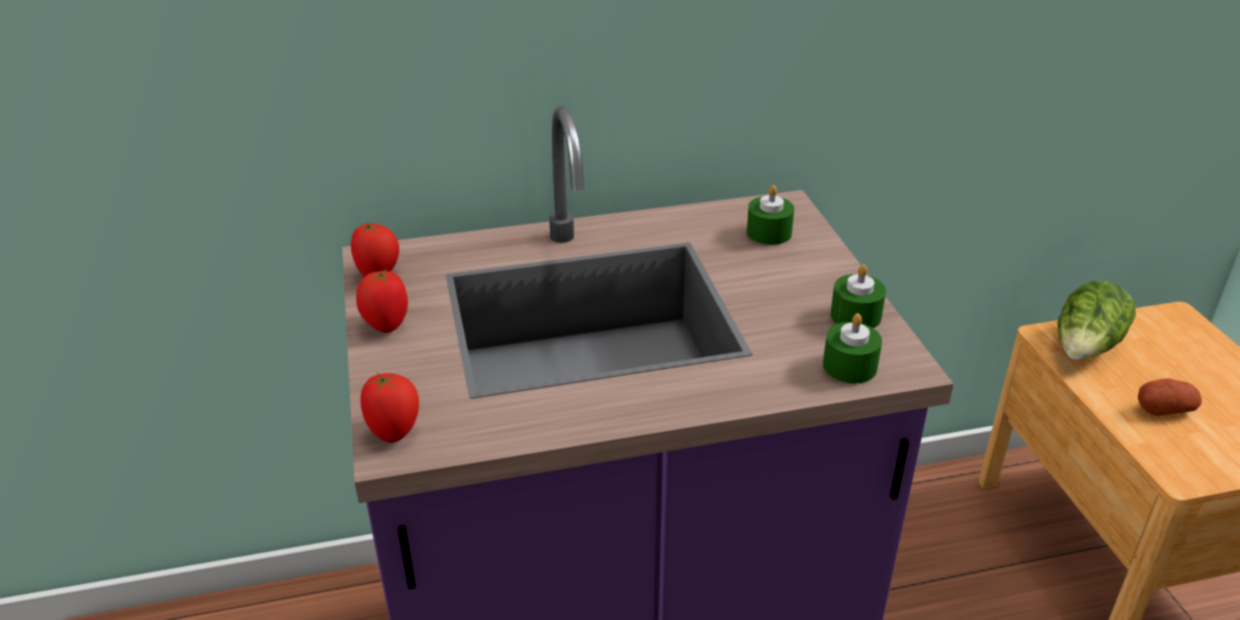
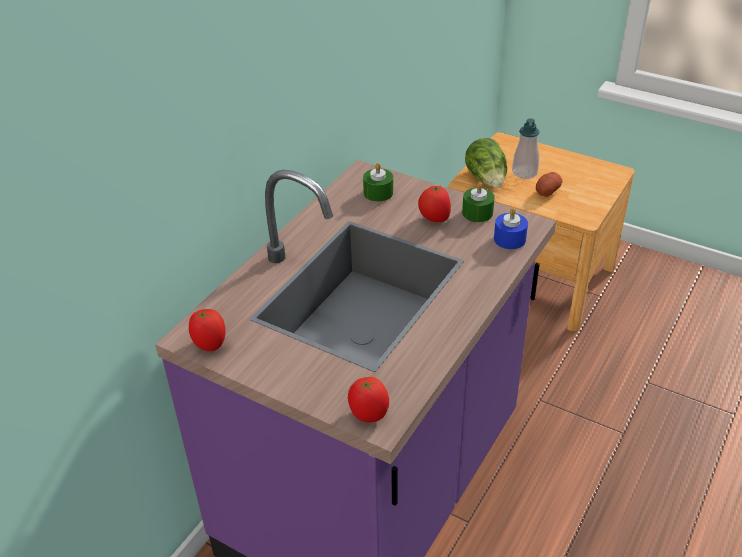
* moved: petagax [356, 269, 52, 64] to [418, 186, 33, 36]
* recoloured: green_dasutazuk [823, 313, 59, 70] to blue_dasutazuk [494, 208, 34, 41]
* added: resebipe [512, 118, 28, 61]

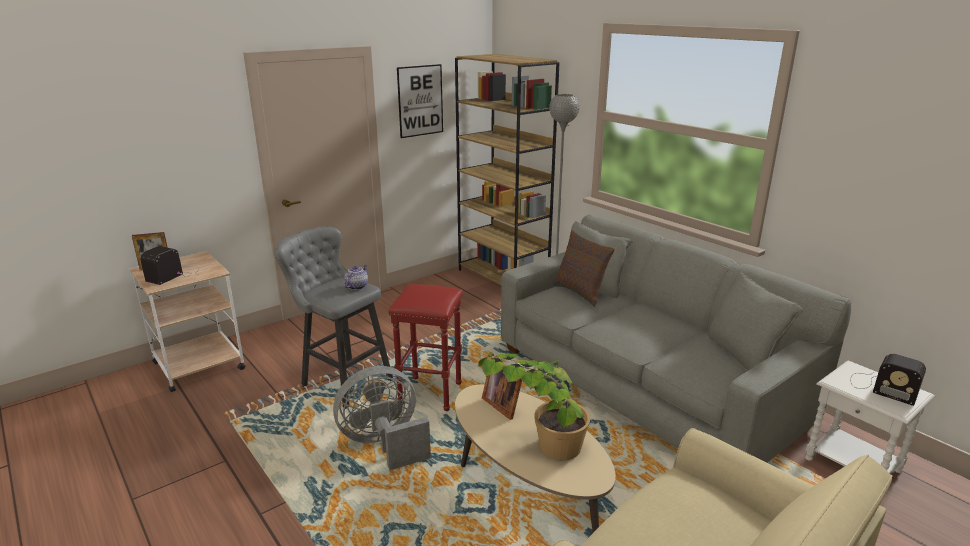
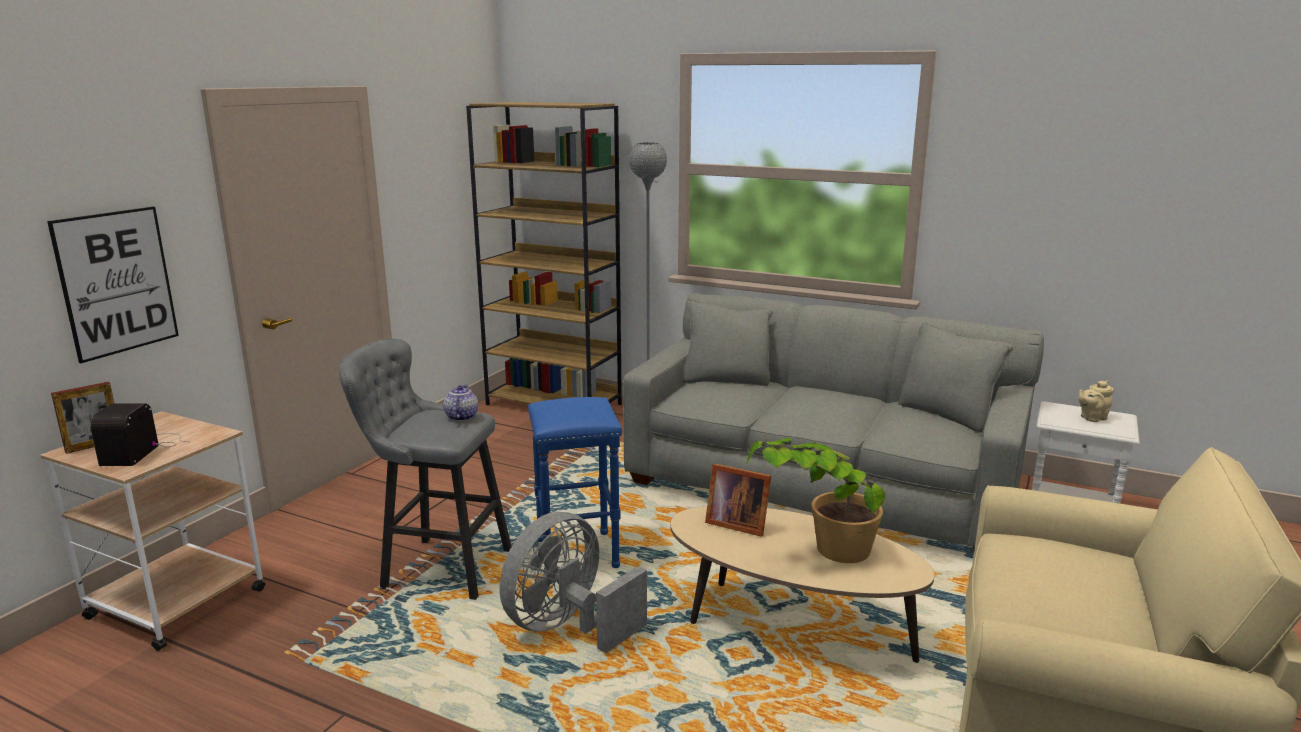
* moved: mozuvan [397, 64, 46, 74] to [47, 206, 132, 157]
* recoloured: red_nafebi [388, 284, 75, 127] to blue_nafebi [528, 397, 94, 173]
* replaced: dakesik [850, 354, 76, 52] to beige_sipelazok [1078, 381, 36, 41]
* removed: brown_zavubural [553, 230, 62, 77]

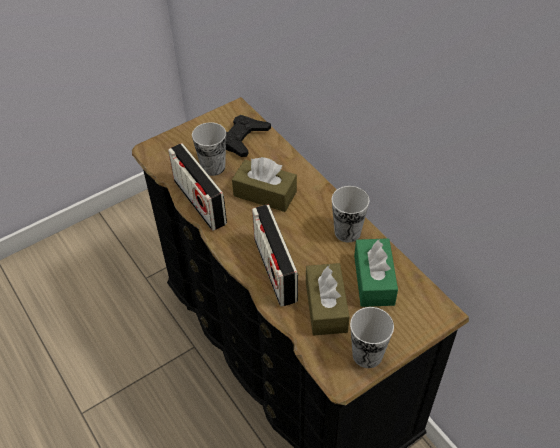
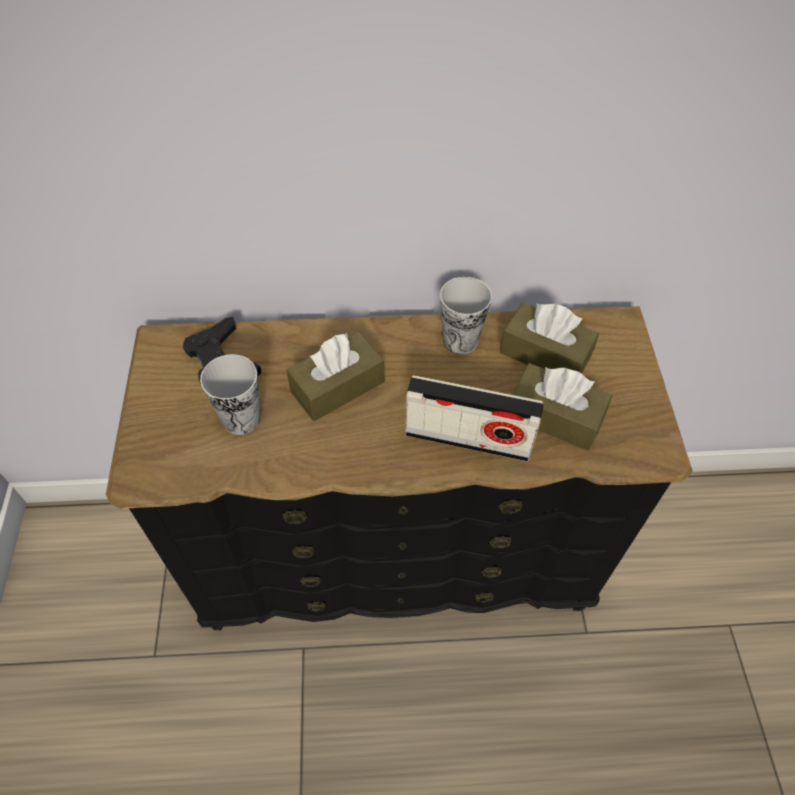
* recoloured: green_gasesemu [354, 238, 44, 69] to brown_gasesemu [500, 302, 99, 72]
* removed: dakesik [168, 143, 59, 88]
* removed: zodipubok [350, 307, 44, 61]

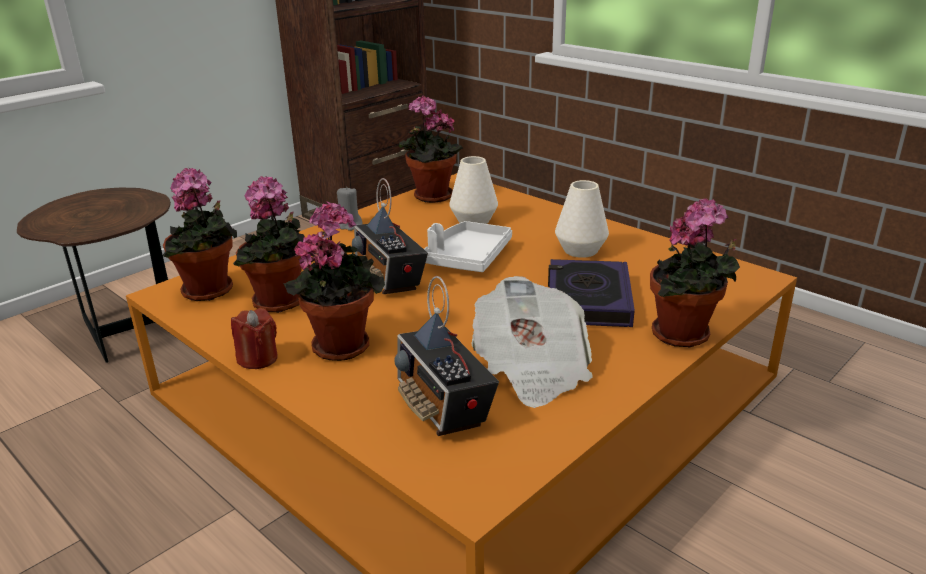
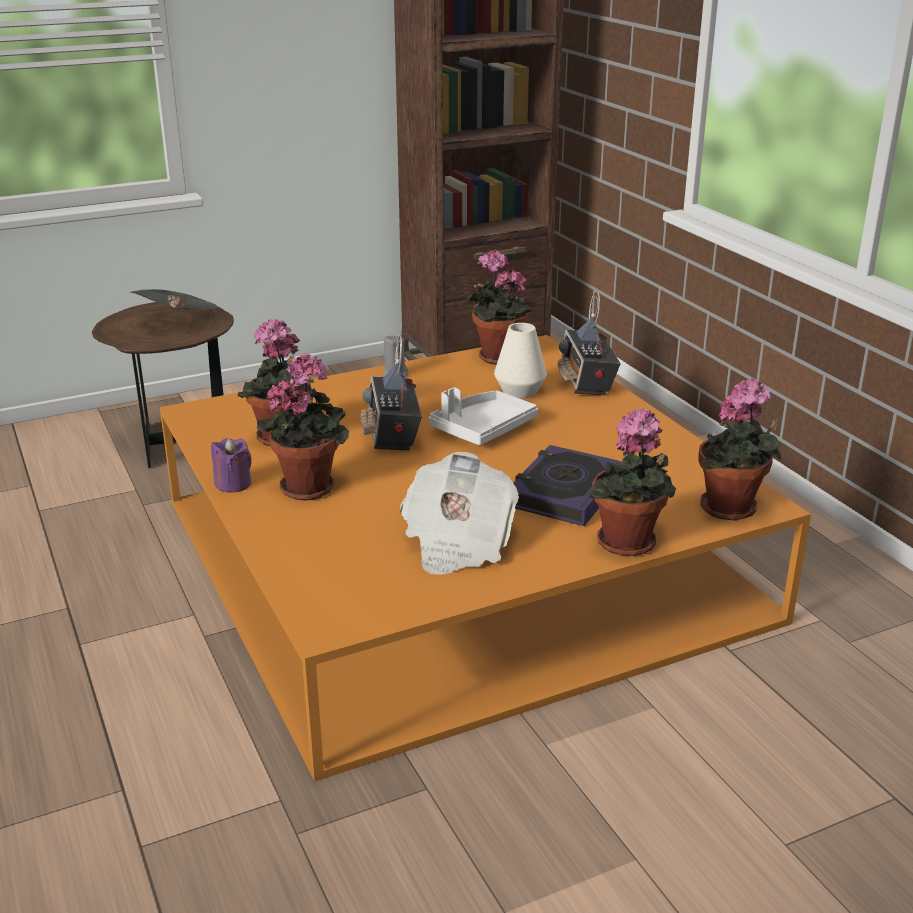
* added: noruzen [130, 289, 89, 20]
* recoloured: red_dasutazuk [231, 308, 47, 61] to purple_dasutazuk [211, 438, 41, 55]
* moved: dakesik [394, 276, 105, 160] to [557, 291, 64, 105]
* moved: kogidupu [163, 168, 74, 133] to [698, 378, 83, 143]
* removed: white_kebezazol [555, 180, 54, 78]

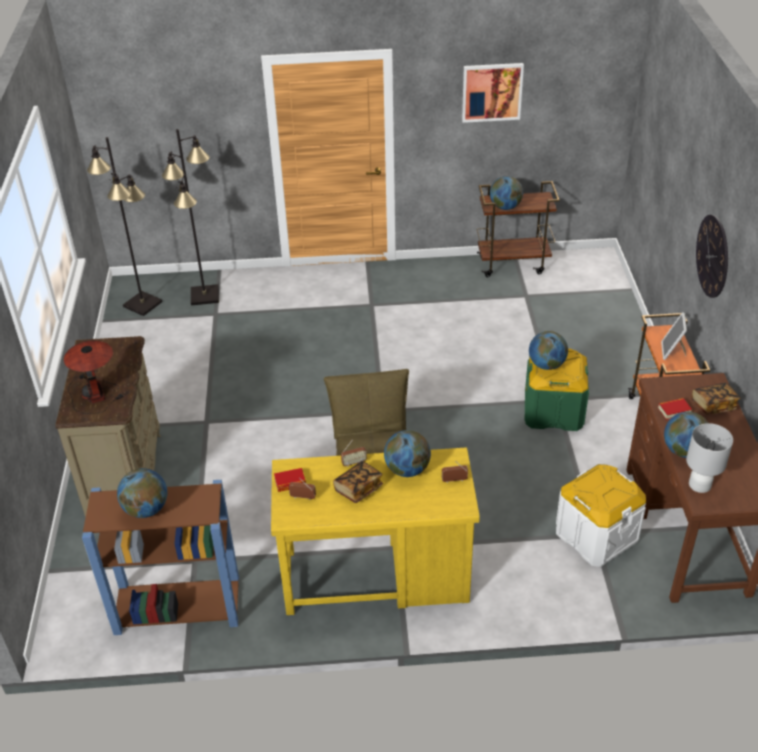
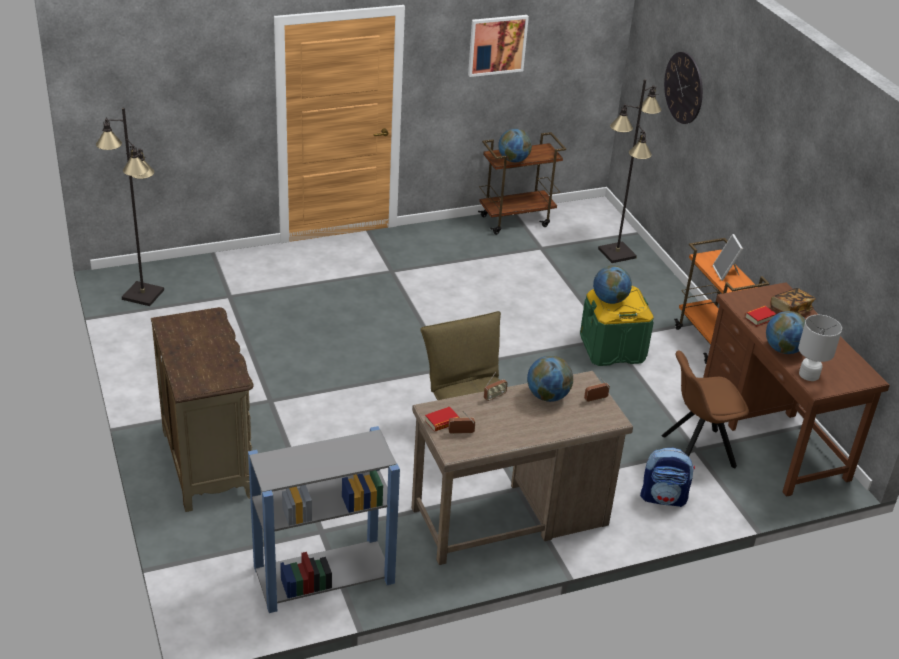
* recoloured: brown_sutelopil [82, 480, 157, 155] to grey_sutelopil [248, 426, 152, 187]
* recoloured: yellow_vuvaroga [271, 447, 209, 168] to brown_vuvaroga [412, 371, 221, 194]
* moved: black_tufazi [162, 129, 57, 176] to [598, 79, 63, 184]
* added: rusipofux [640, 448, 55, 59]
* replaced: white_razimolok [556, 464, 90, 103] to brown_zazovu [662, 350, 87, 118]
* moved: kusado [696, 215, 32, 83] to [664, 52, 39, 72]
* removed: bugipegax [64, 340, 62, 74]
* removed: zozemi [117, 468, 50, 50]
* removed: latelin [333, 461, 50, 42]

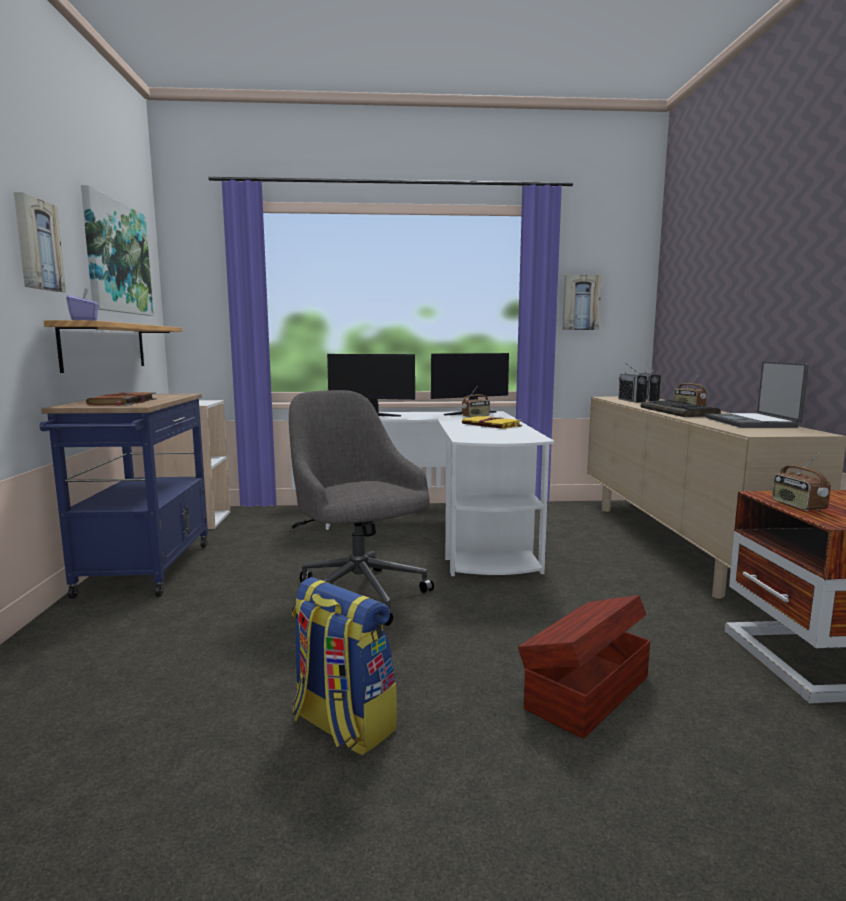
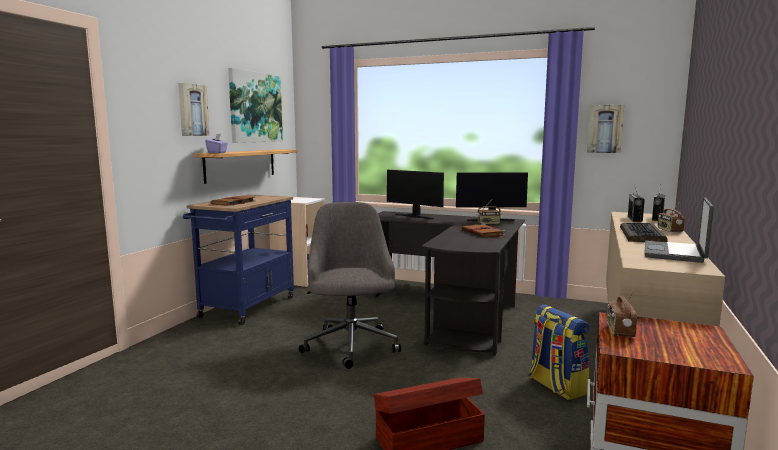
* recoloured: white_vuvaroga [326, 411, 229, 165] to black_vuvaroga [375, 211, 150, 145]
* recoloured: yellow_latelin [462, 416, 60, 13] to brown_latelin [462, 224, 43, 13]
* moved: rusipofux [292, 577, 105, 178] to [529, 304, 60, 96]

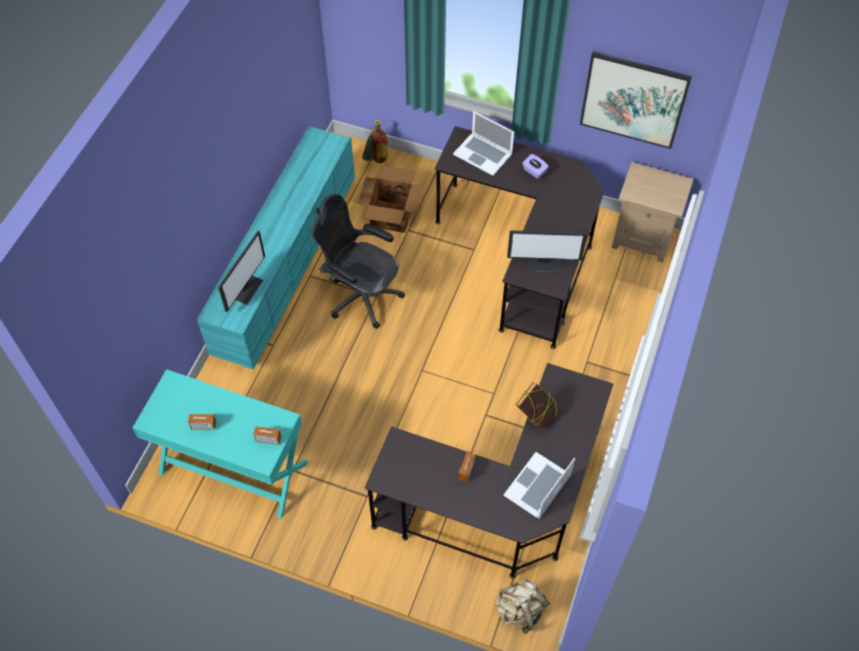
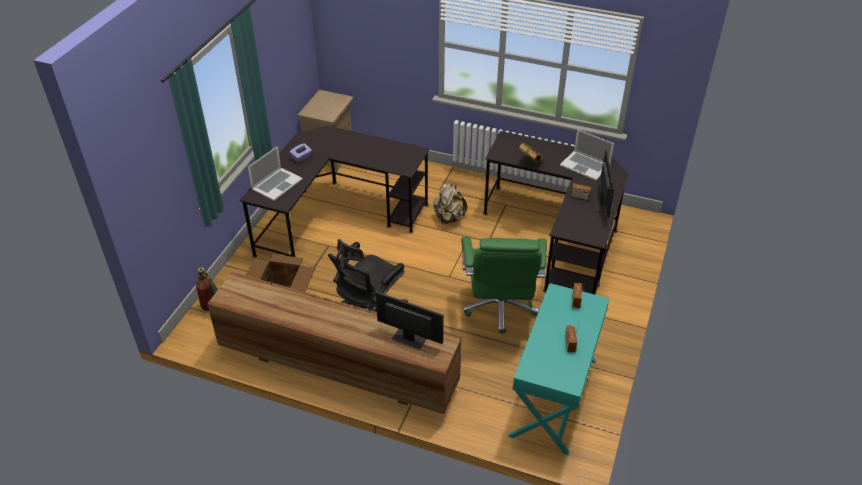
* recoloured: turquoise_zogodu [197, 126, 158, 244] to brown_zogodu [207, 271, 255, 143]
* moved: beige_rusipofux [494, 579, 56, 55] to [433, 183, 34, 41]
* added: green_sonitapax [462, 237, 85, 97]
* moved: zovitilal [507, 230, 80, 42] to [594, 150, 20, 68]
* removed: mozuvan [580, 51, 112, 98]

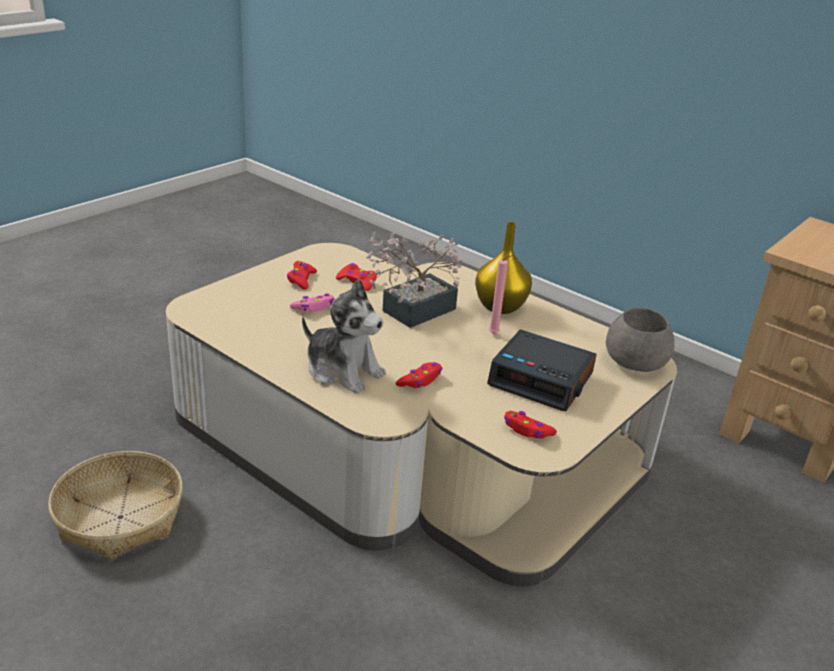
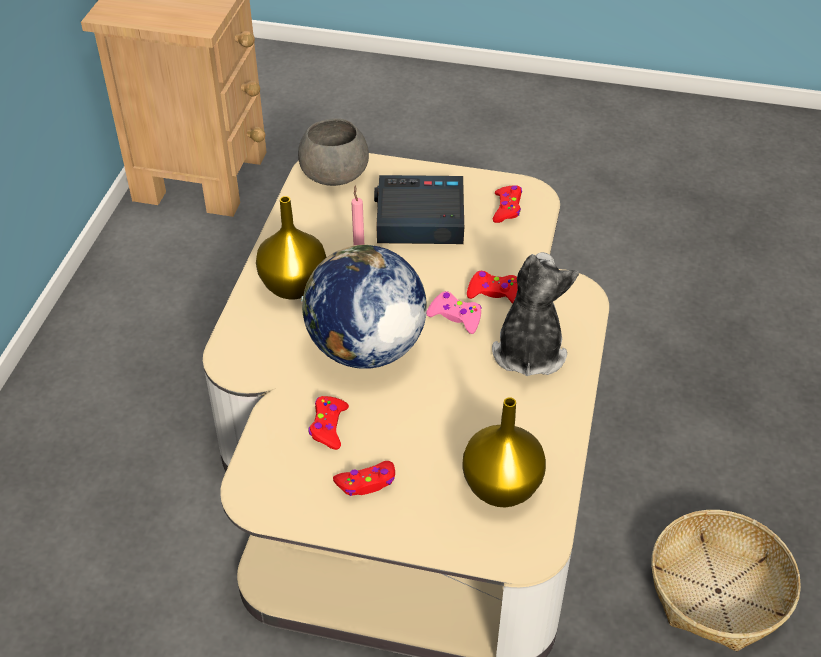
* replaced: kogidupu [366, 232, 96, 96] to zozemi [301, 245, 126, 124]
* turned: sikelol [487, 329, 110, 82] = [374, 175, 90, 69] 90 degrees counterclockwise
* moved: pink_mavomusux [290, 293, 44, 19] to [426, 291, 56, 43]
* added: yellow_kebezazol [462, 397, 84, 110]

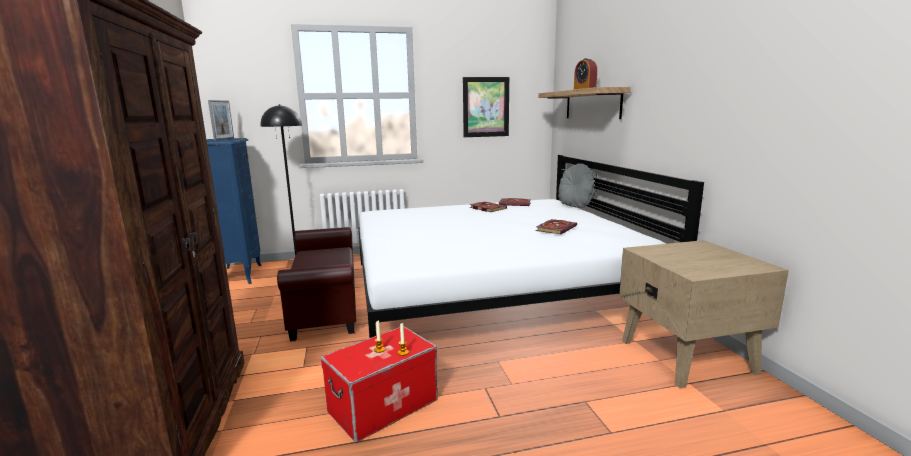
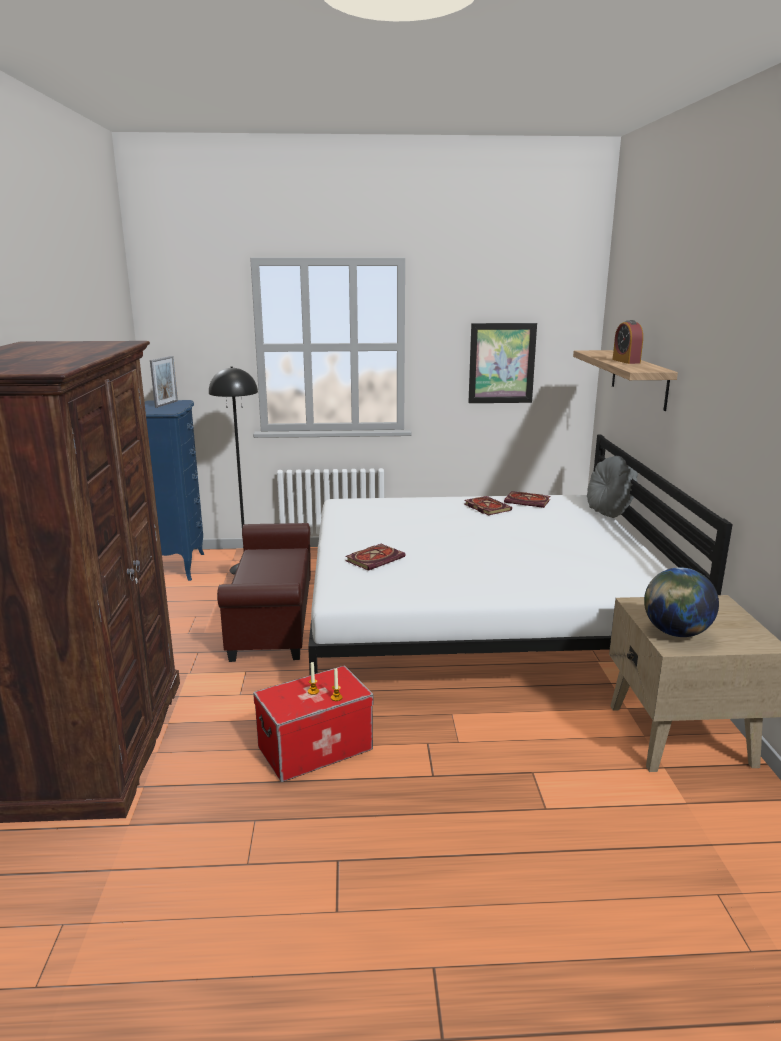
* moved: latelin [536, 219, 41, 15] to [345, 544, 60, 27]
* added: zozemi [644, 567, 75, 70]

